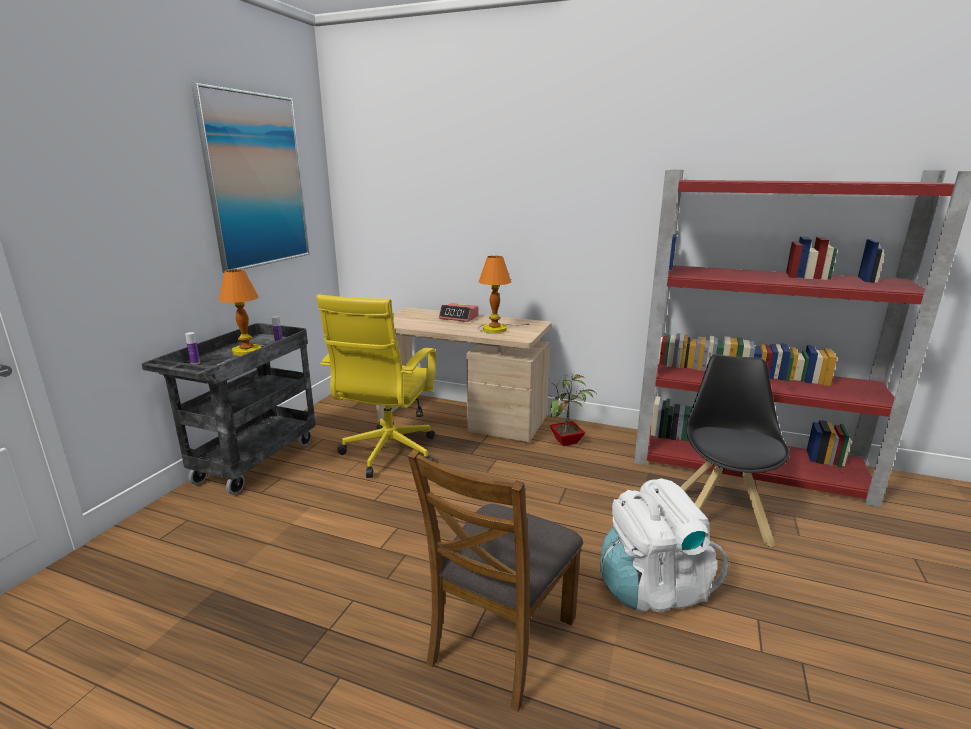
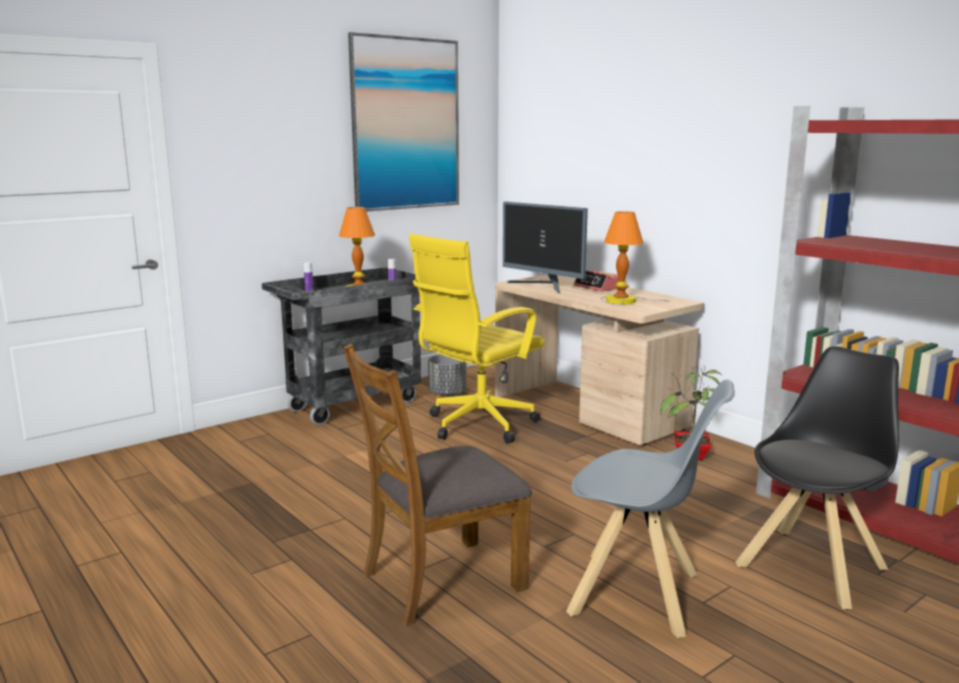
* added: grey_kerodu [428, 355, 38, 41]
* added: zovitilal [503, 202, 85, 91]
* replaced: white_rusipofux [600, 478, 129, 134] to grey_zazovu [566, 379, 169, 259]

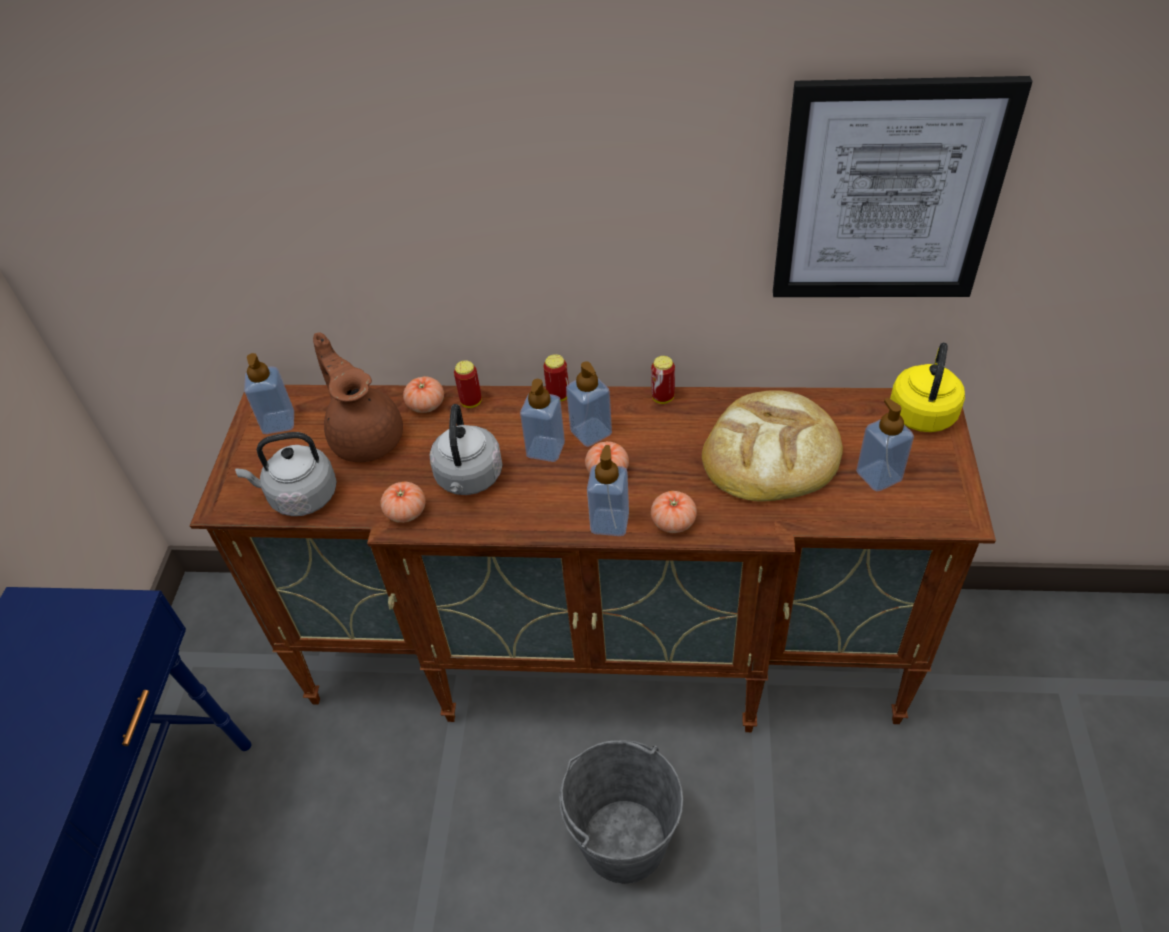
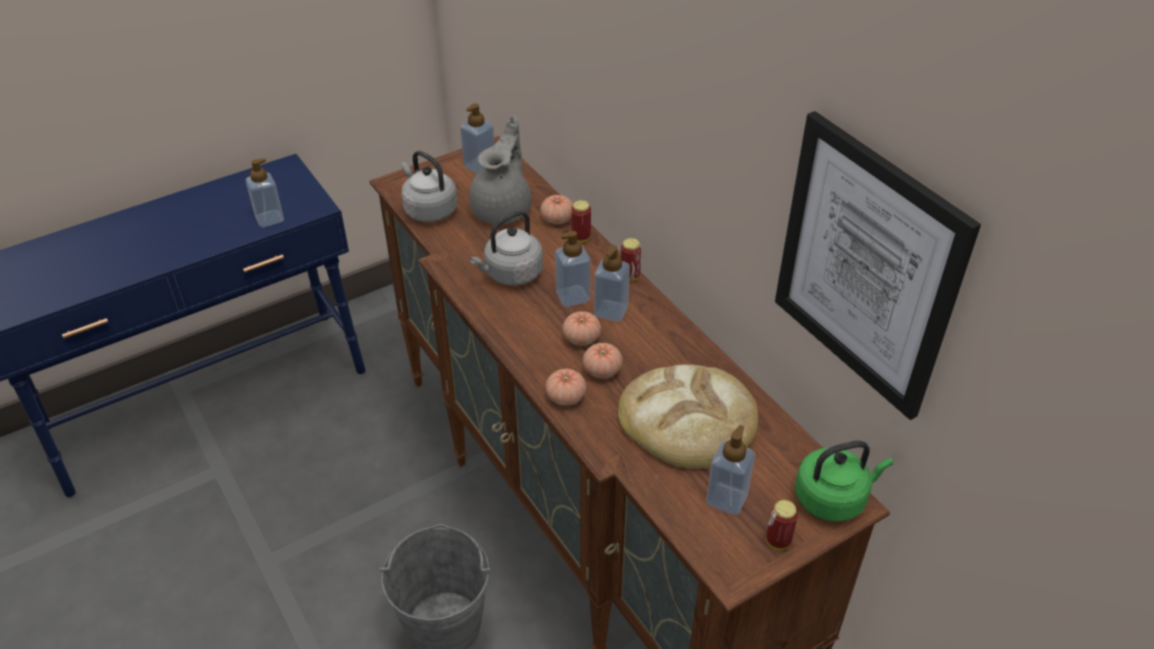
* moved: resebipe [587, 445, 42, 91] to [246, 158, 38, 69]
* recoloured: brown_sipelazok [313, 332, 90, 130] to grey_sipelazok [469, 115, 63, 109]
* moved: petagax [380, 481, 46, 42] to [583, 343, 40, 36]
* moved: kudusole [651, 356, 24, 48] to [766, 500, 32, 50]
* recoloured: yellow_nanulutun [890, 343, 75, 89] to green_nanulutun [795, 441, 98, 81]

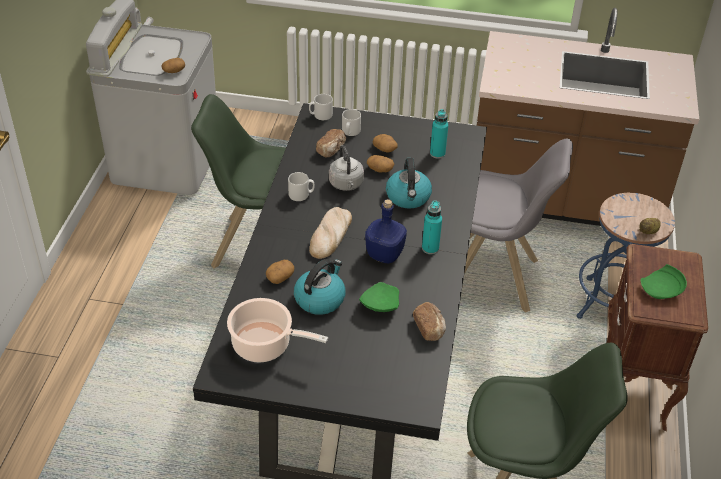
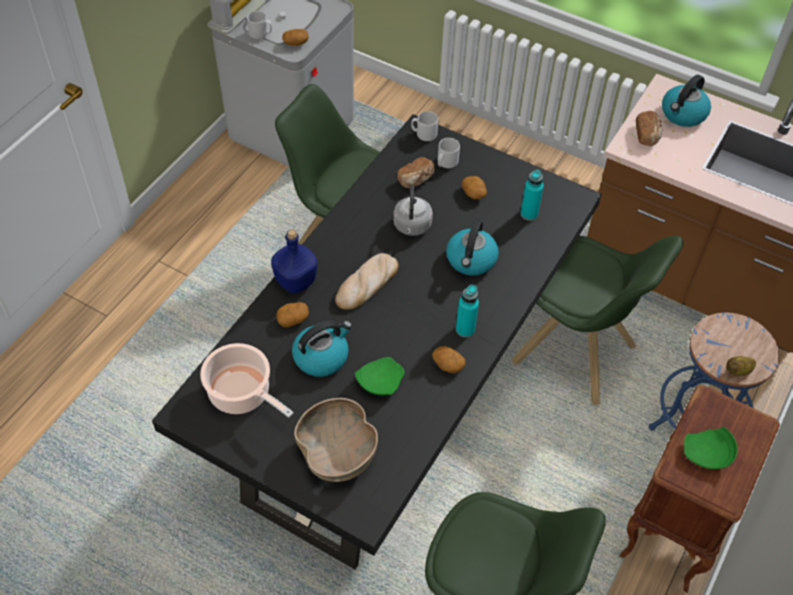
* moved: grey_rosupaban [288, 172, 27, 29] to [247, 11, 25, 28]
* moved: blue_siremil [365, 199, 42, 64] to [271, 229, 46, 64]
* added: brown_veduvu [294, 398, 84, 84]
* moved: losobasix [367, 155, 28, 17] to [432, 346, 34, 27]
* recoloured: grey_zazovu [464, 138, 109, 175] to green_zazovu [512, 236, 171, 169]
* moved: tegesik [413, 302, 33, 39] to [636, 111, 26, 35]
* added: nanulutun [662, 75, 49, 52]

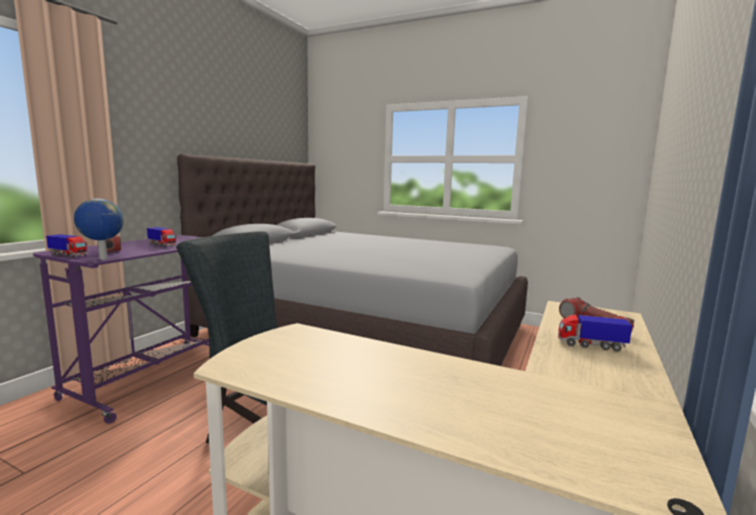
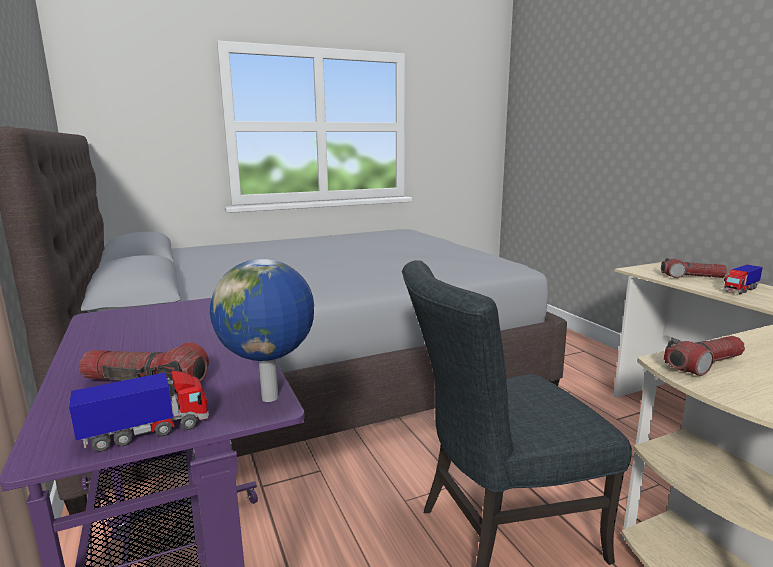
* added: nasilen [664, 336, 81, 40]
* removed: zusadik [147, 227, 30, 20]

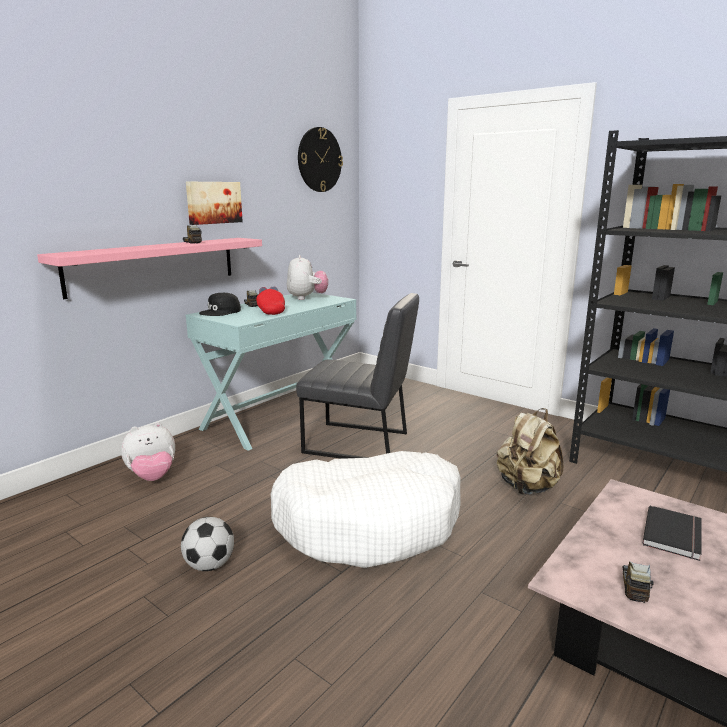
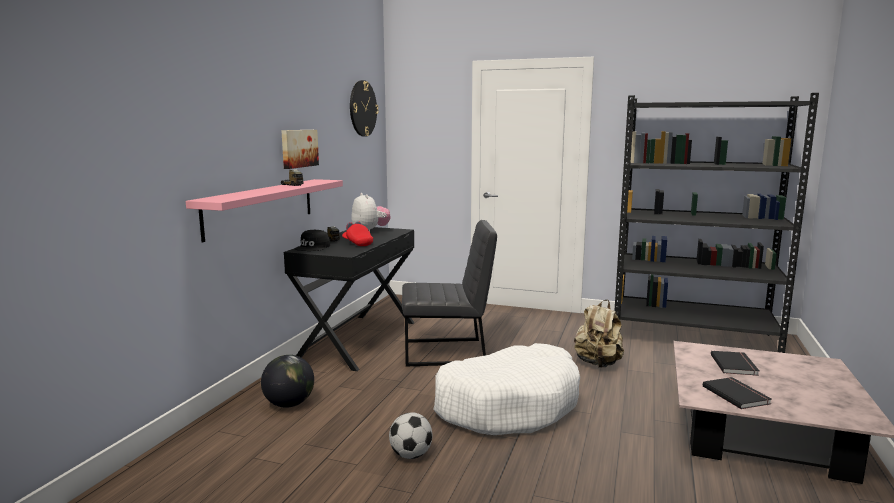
* replaced: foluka [121, 423, 54, 58] to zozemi [261, 355, 53, 53]
* recoloured: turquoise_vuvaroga [186, 293, 170, 158] to black_vuvaroga [284, 227, 130, 144]
* replaced: zusadik [622, 561, 32, 42] to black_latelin [703, 377, 68, 32]

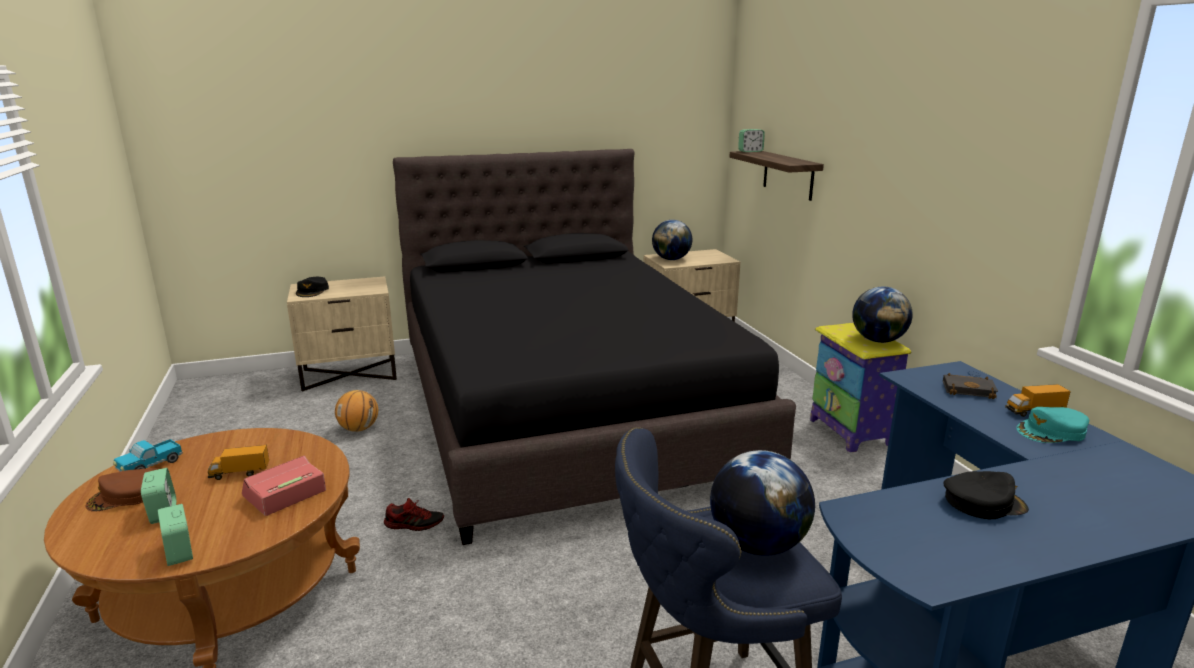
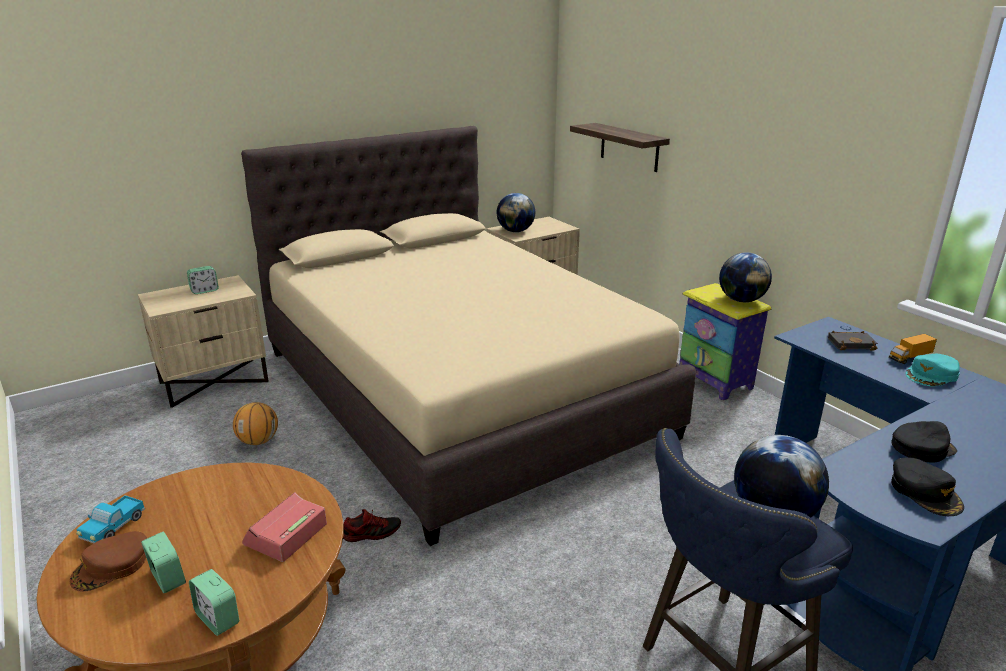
* moved: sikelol [738, 129, 27, 23] to [187, 266, 32, 28]
* recoloured: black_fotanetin [393, 149, 403, 396] to beige_fotanetin [241, 126, 455, 420]
* moved: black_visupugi [296, 277, 33, 20] to [891, 457, 73, 59]
* removed: zusadik [208, 445, 61, 35]

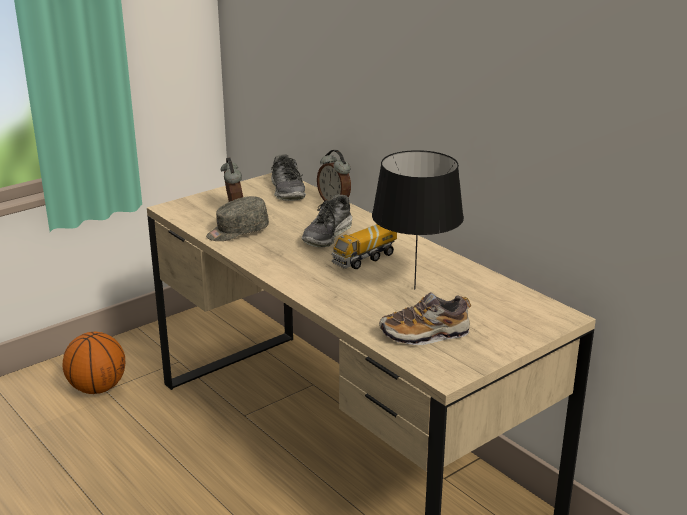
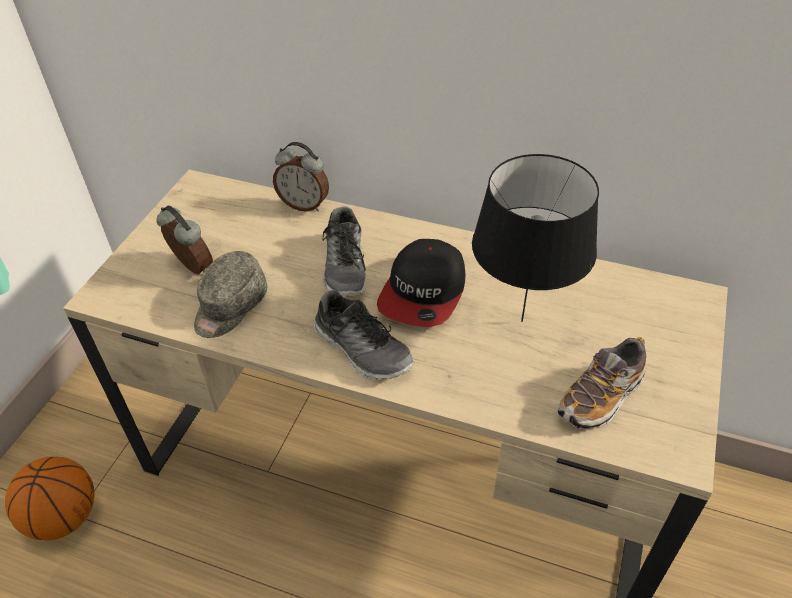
* moved: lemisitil [271, 154, 35, 47] to [314, 290, 101, 90]
* replaced: zusadik [332, 224, 65, 45] to visupugi [377, 239, 88, 88]

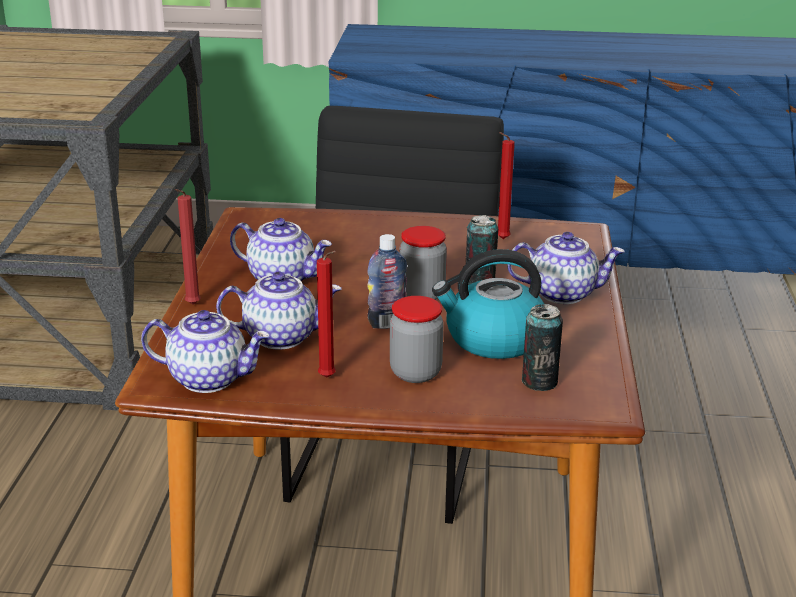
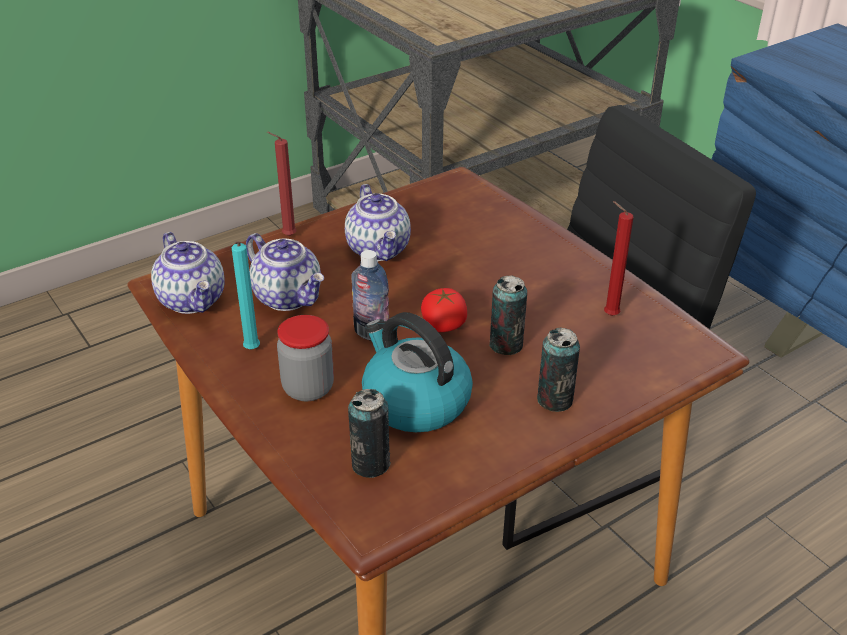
* recoloured: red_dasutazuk [317, 251, 19, 126] to turquoise_dasutazuk [232, 241, 28, 109]
* replaced: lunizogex [399, 226, 48, 74] to petagax [421, 288, 46, 44]
* replaced: sipelazok [507, 232, 118, 72] to kudusole [537, 327, 43, 85]

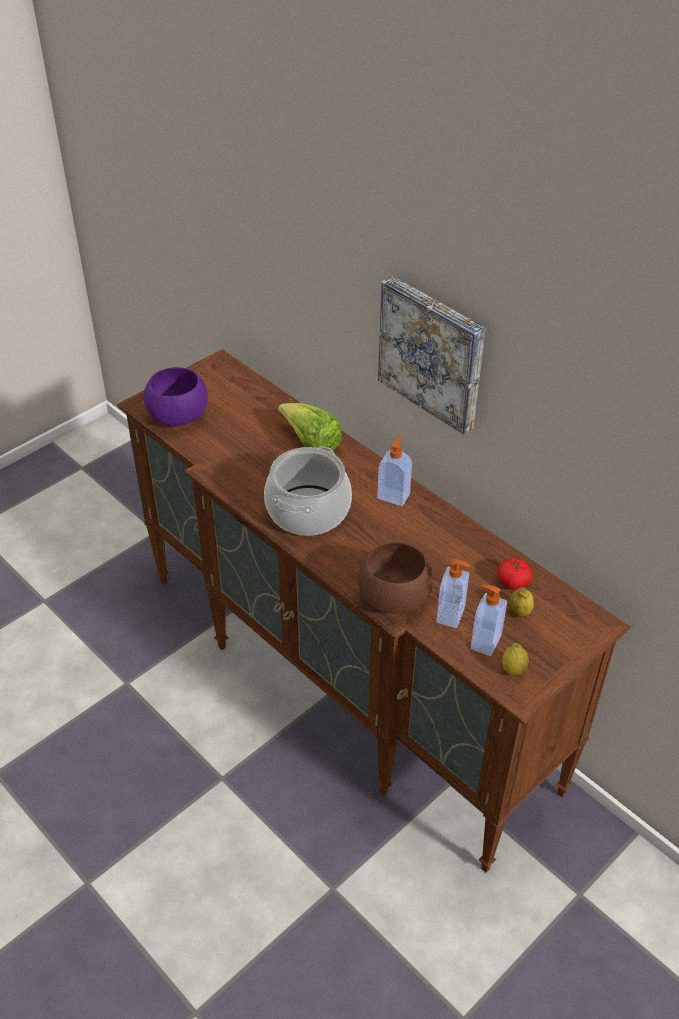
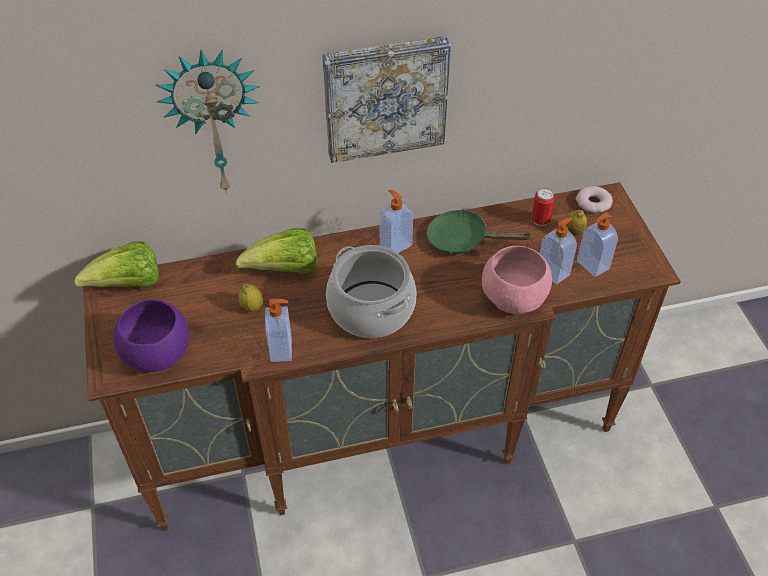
* added: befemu [74, 241, 85, 47]
* added: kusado [156, 50, 104, 144]
* moved: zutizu [502, 643, 27, 33] to [239, 283, 24, 29]
* added: resebipe [265, 299, 27, 63]
* added: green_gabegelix [427, 209, 104, 46]
* recoloured: brown_veduvu [358, 542, 75, 71] to pink_veduvu [482, 246, 70, 68]
* replaced: petagax [497, 558, 35, 32] to kudusole [531, 188, 24, 38]
* added: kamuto [576, 186, 37, 27]

